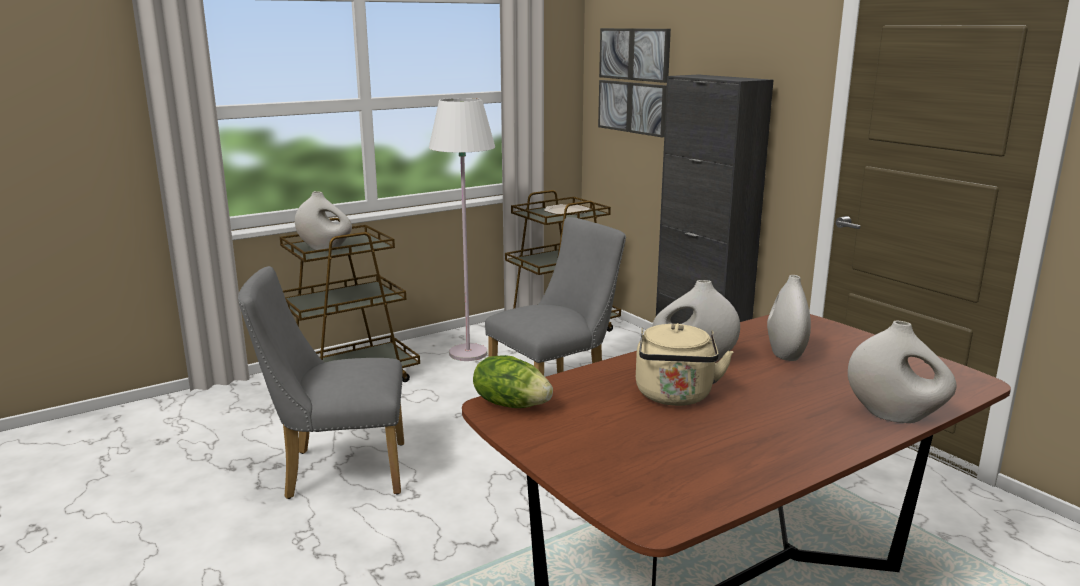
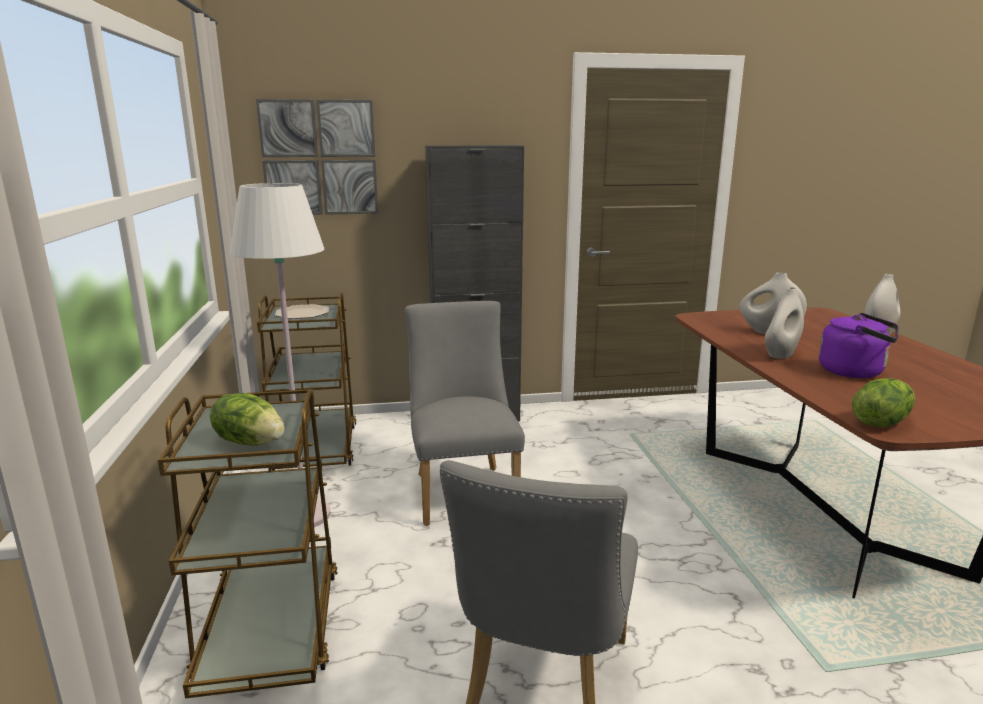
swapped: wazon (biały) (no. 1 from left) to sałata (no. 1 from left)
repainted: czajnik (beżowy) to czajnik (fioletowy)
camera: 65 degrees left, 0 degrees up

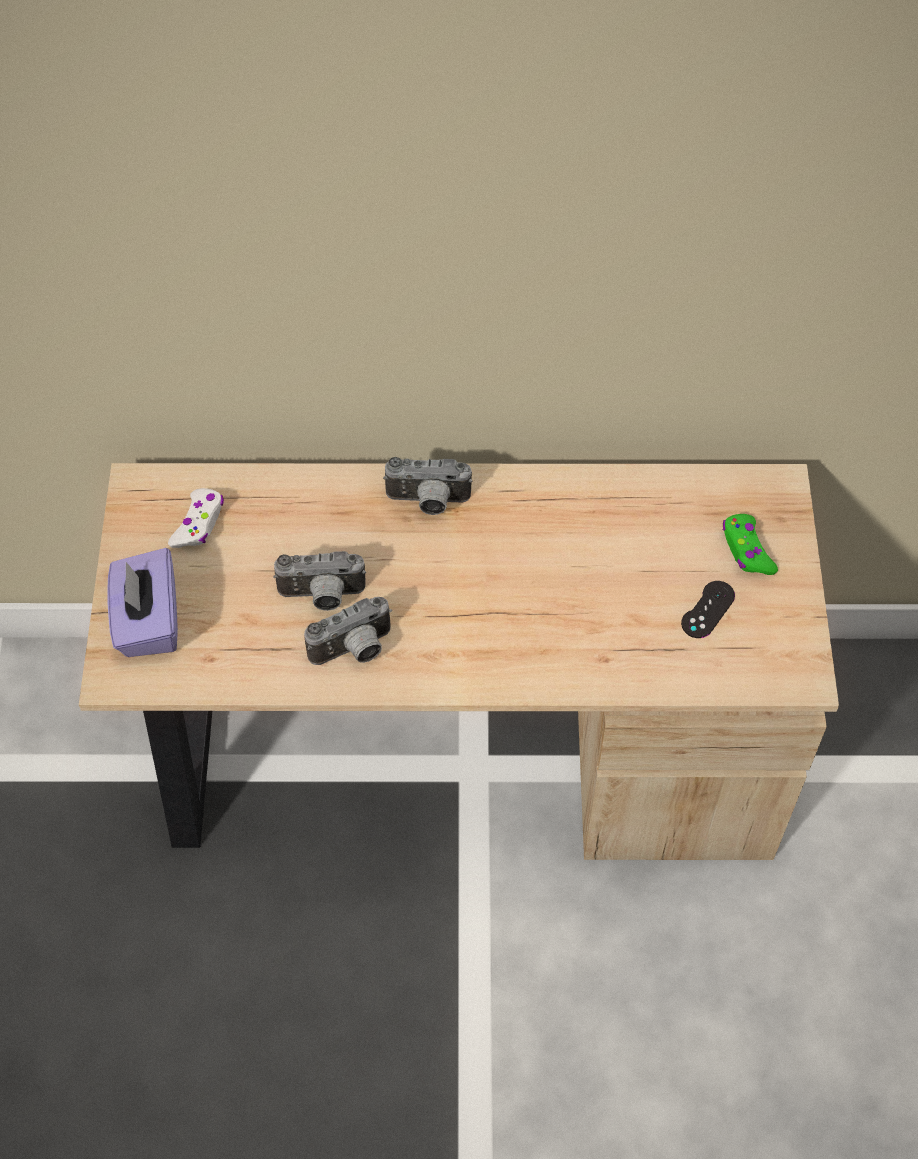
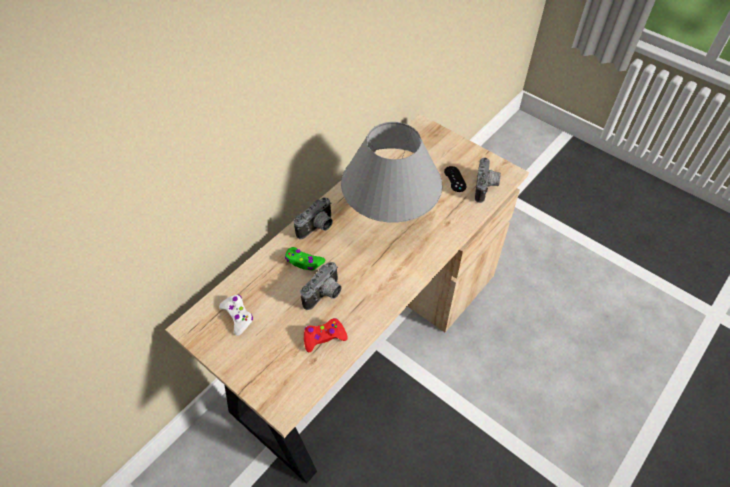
gone: pudełko chusteczek (fioletowy)
new: pad do gier (czerwony); lampa stołowa (szary)
shifted: aparat fotograficzny (no. 2 from left in the first image) to aparat fotograficzny (no. 3 from left); pad do gier (zielony)
camera: 50 degrees left, 5 degrees down

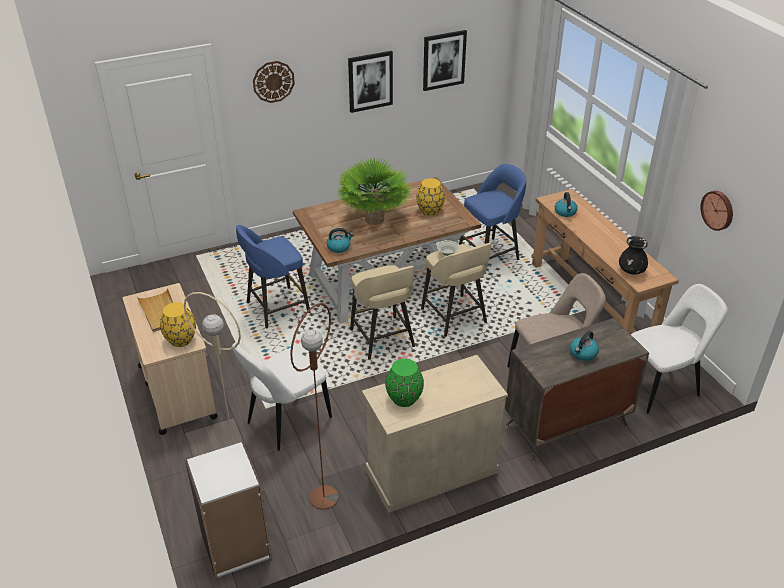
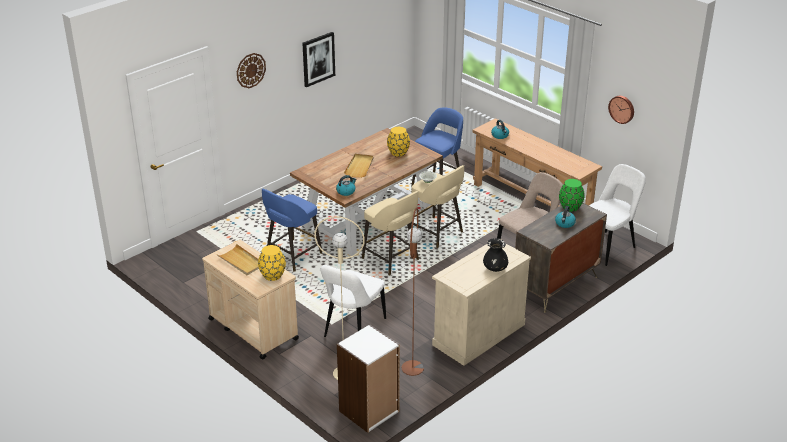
gone: obraz (no. 2 from left)
shifted: wazon (zielony); wazon (czarny)
swapped: roślina doniczkowa to taca (beżowy) (no. 2 from left)
camera: 20 degrees left, 5 degrees down

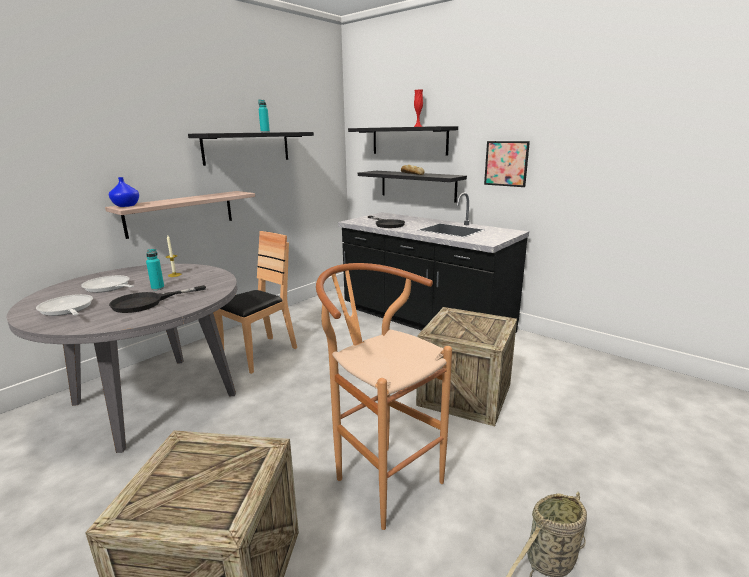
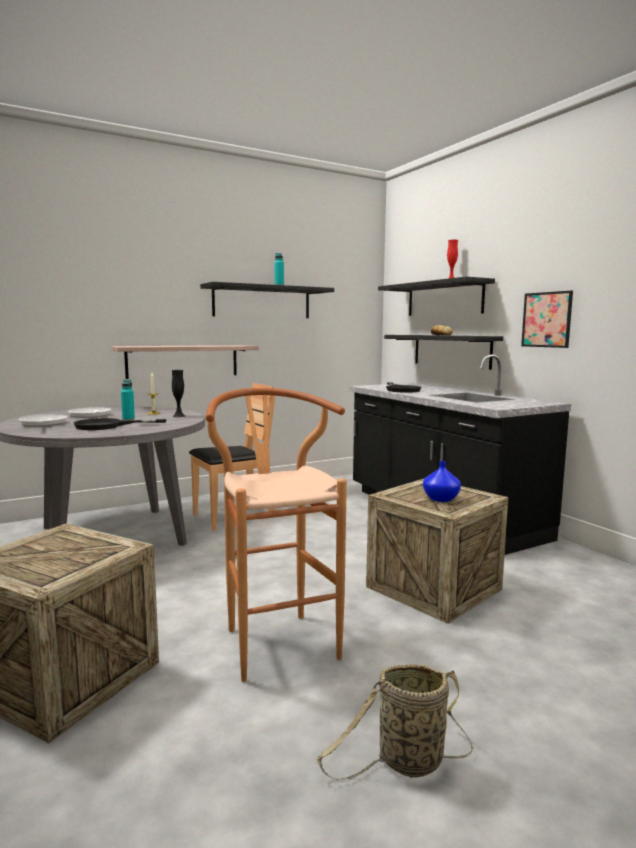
new: wazon (czarny)
shifted: wazon (niebieski)
camera: 20 degrees right, 10 degrees down

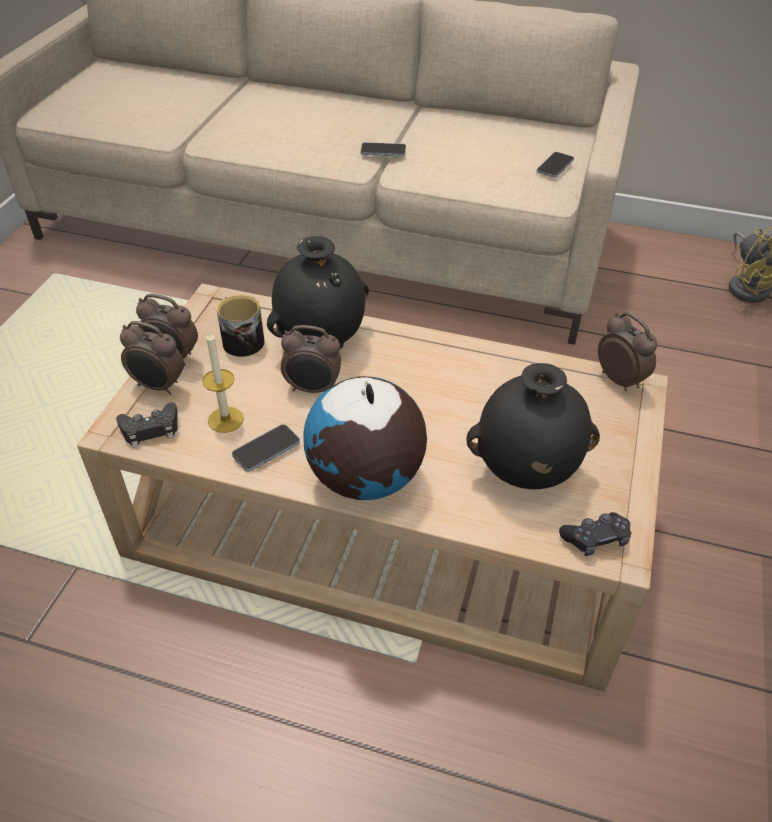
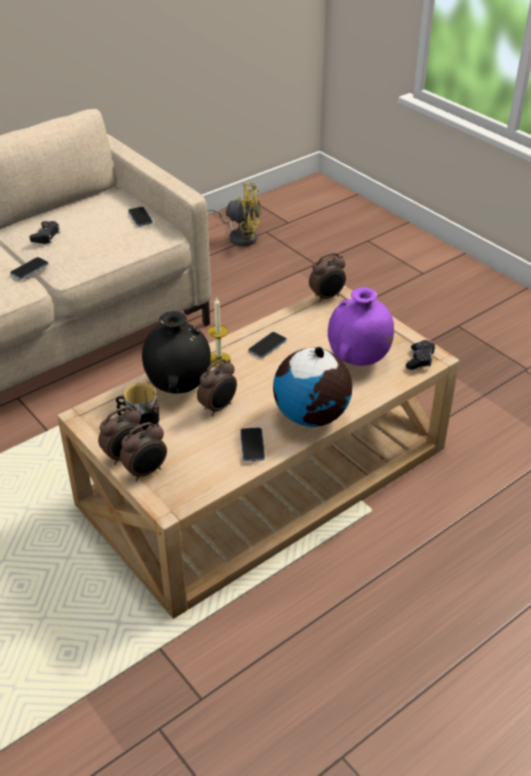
new: telefon (no. 4 from left)
shifted: pad do gier (czarny) (no. 1 from left); świeca
repainted: wazon (czarny) (no. 2 from left) to wazon (fioletowy)
rotated: budzik (no. 4 from left) 150 degrees clockwise
camera: 55 degrees left, 5 degrees down

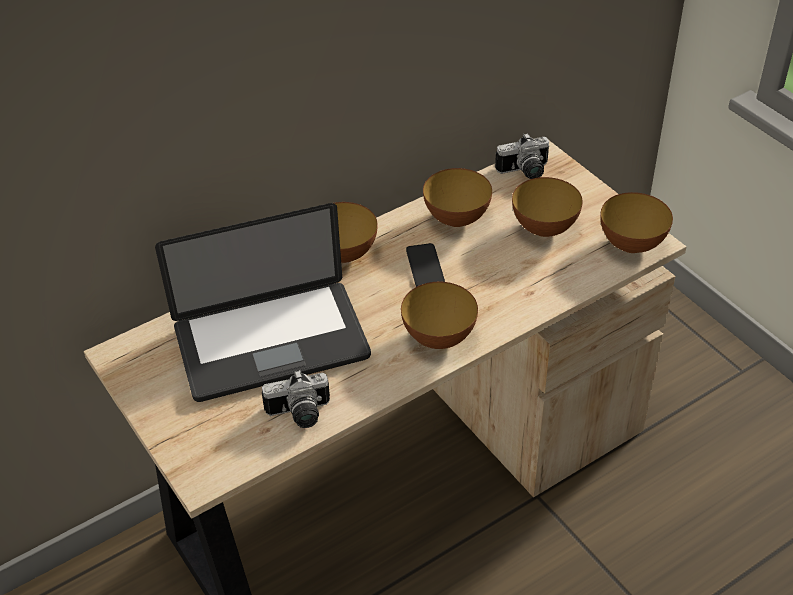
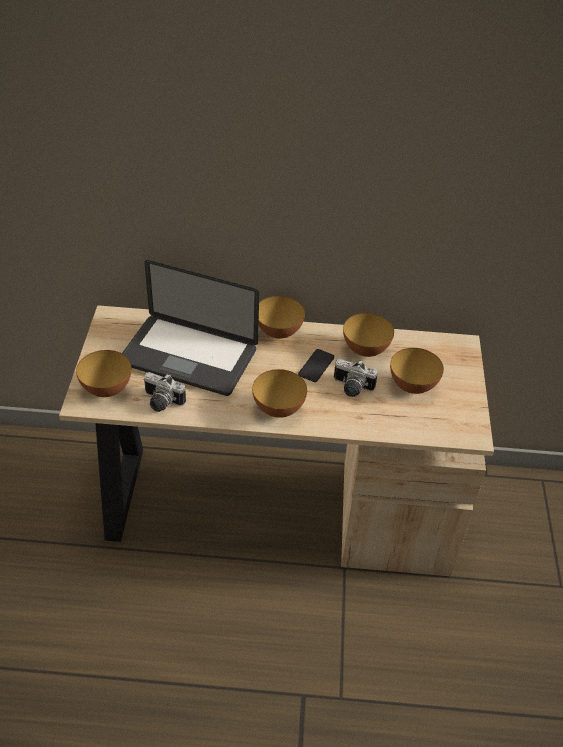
shifted: aparat fotograficzny (no. 2 from left); miska (no. 5 from left in the first image) to miska (no. 1 from left)
camera: 35 degrees right, 0 degrees up

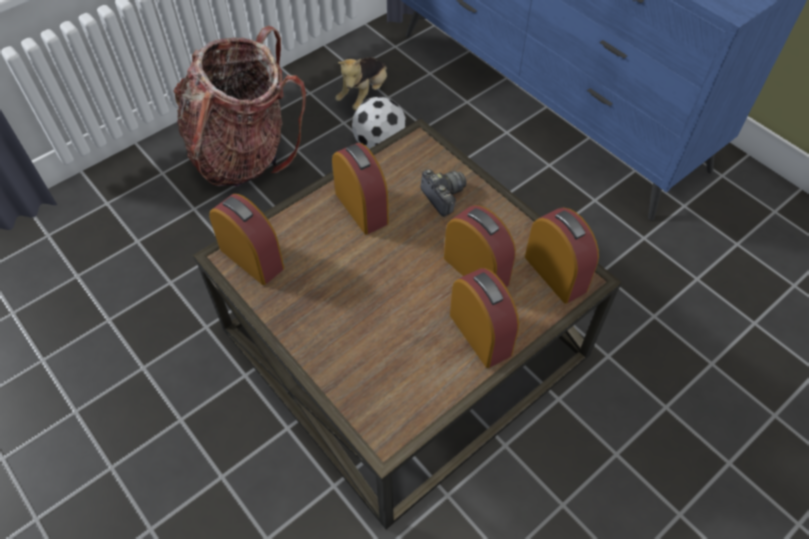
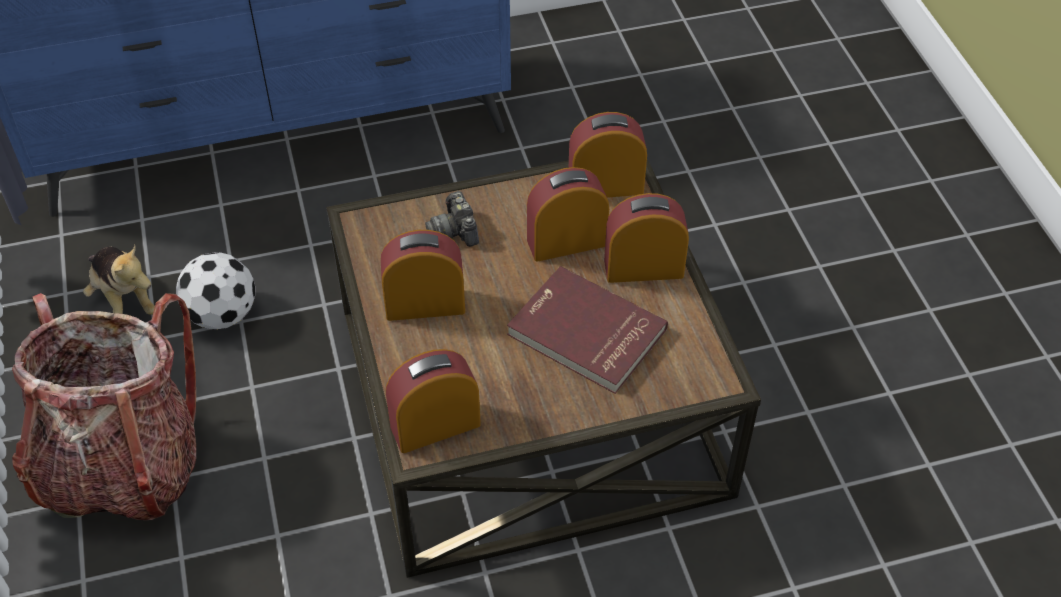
new: książka (czerwony)
rotated: aparat fotograficzny 105 degrees counterclockwise
camera: 65 degrees left, 5 degrees down

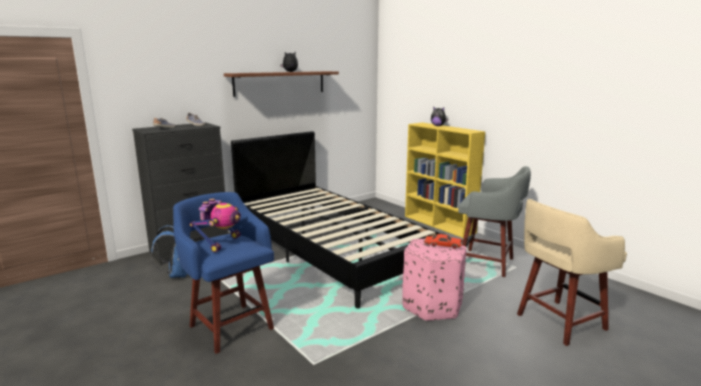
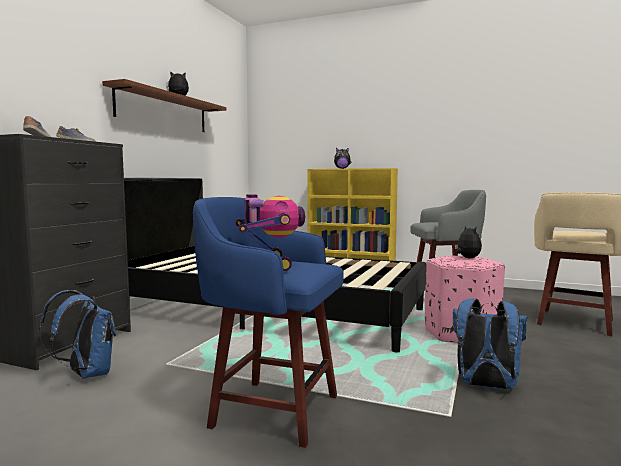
new: plecak (niebieski) (no. 2 from left)
swapped: samochodzik (czerwony) to pluszak (no. 3 from left)
camera: 30 degrees left, 10 degrees down

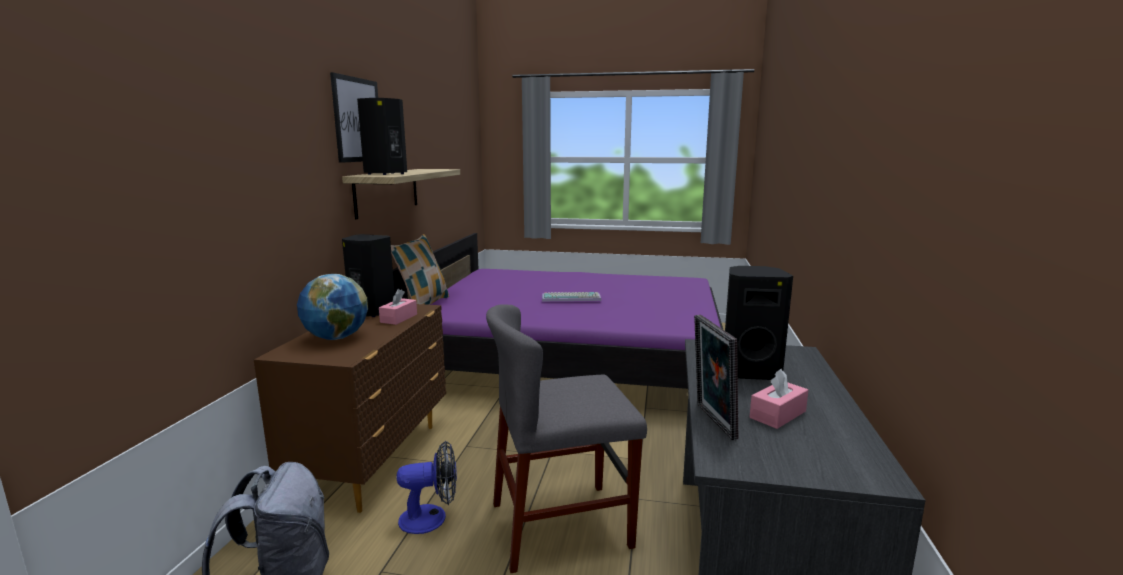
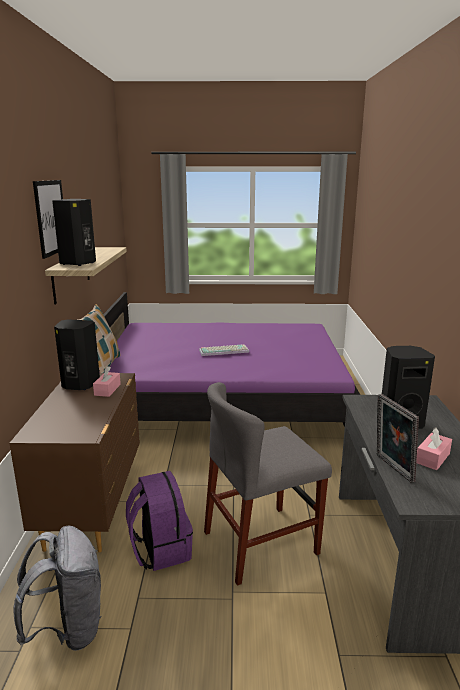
gone: globus
swapped: wentylator to plecak (fioletowy)
camera: 10 degrees left, 5 degrees up

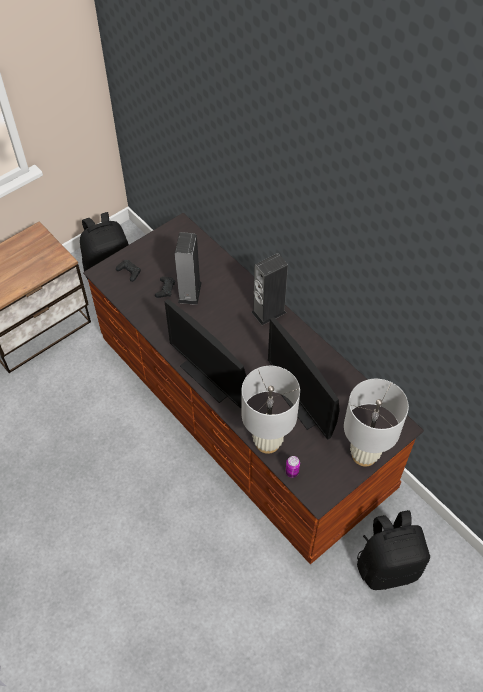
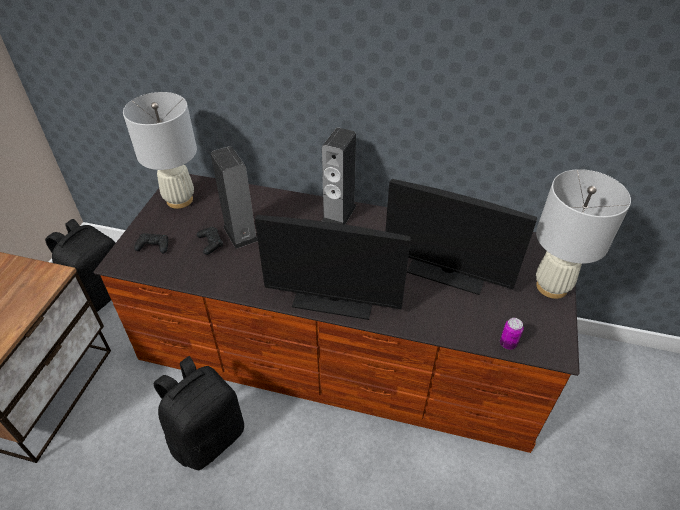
shifted: lampa stołowa (biały) (no. 1 from left); plecak (czarny) (no. 2 from left)
camera: 35 degrees left, 10 degrees down

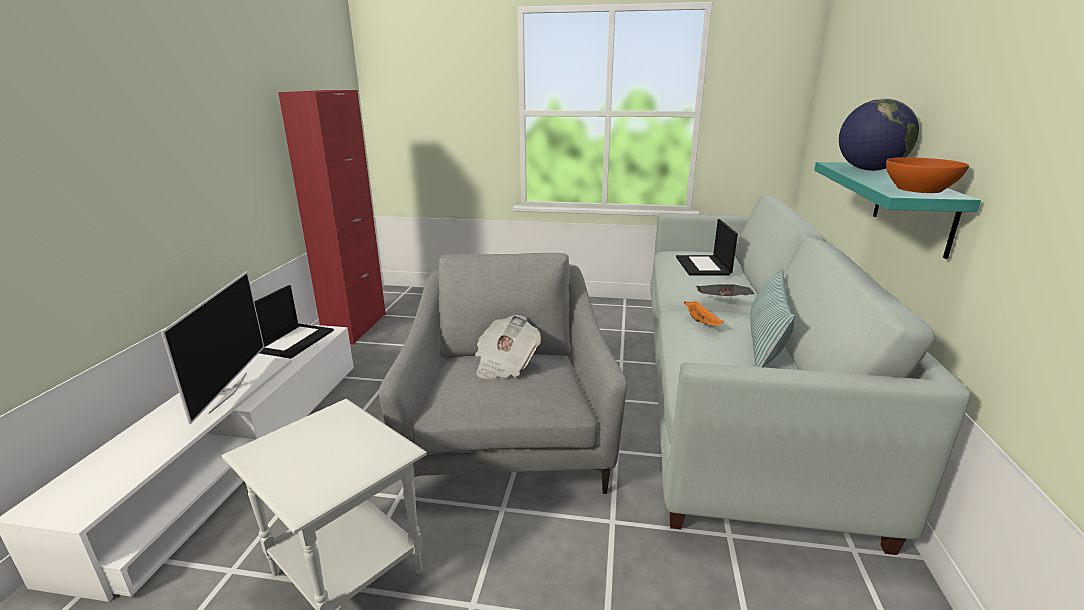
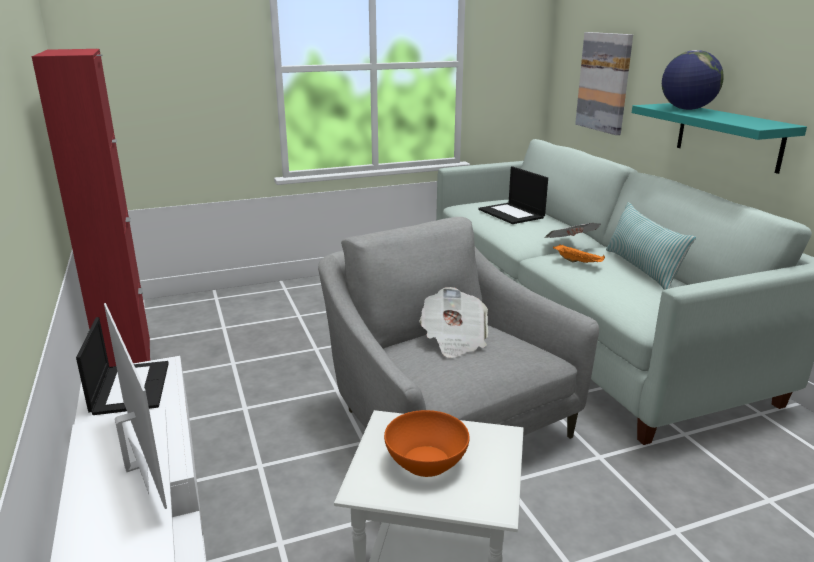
new: obraz
shifted: miska (pomarańczowy)
camera: 30 degrees left, 0 degrees up

